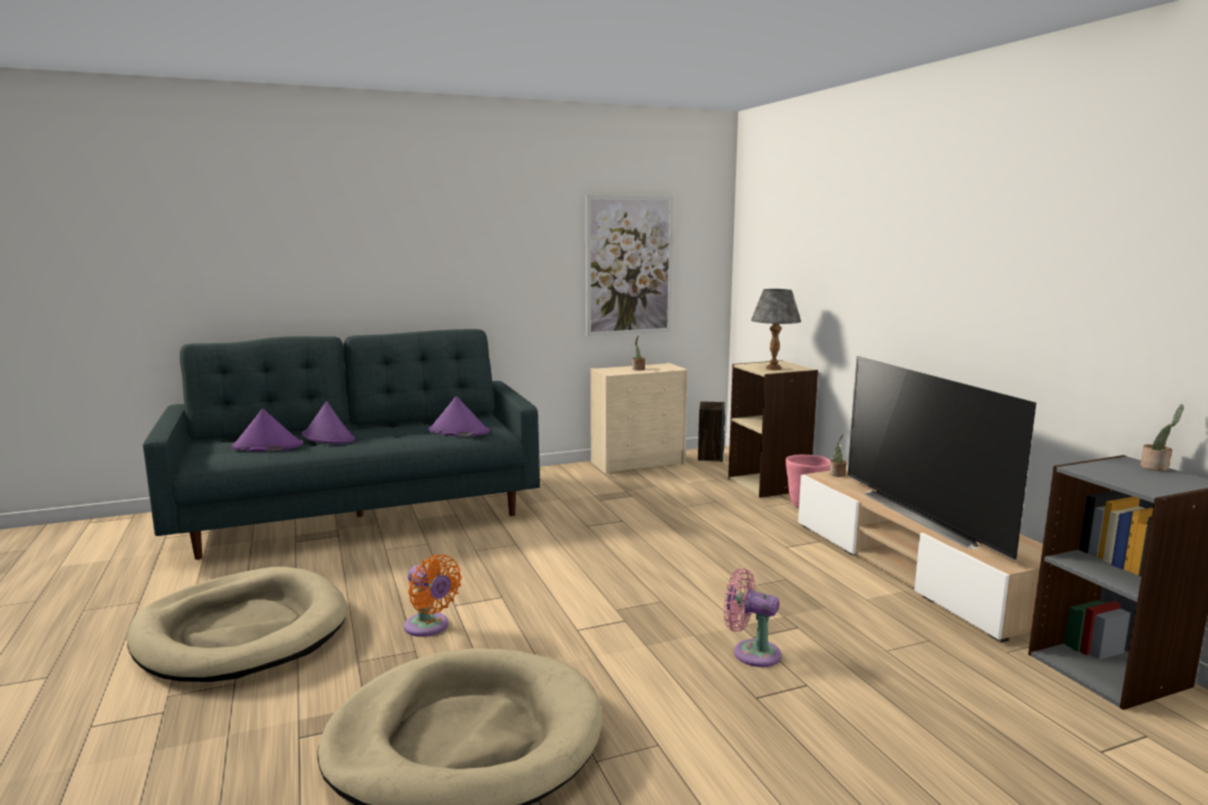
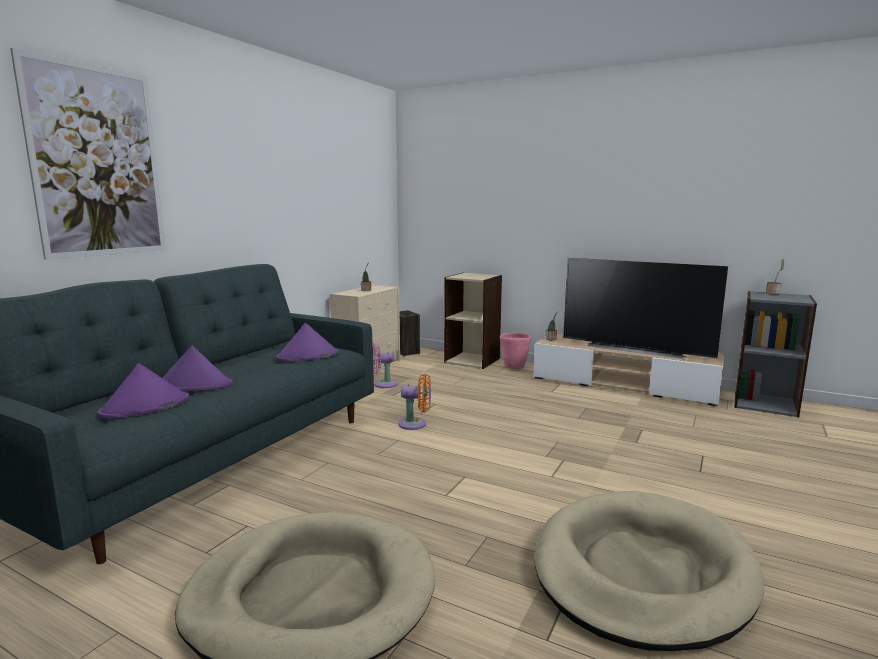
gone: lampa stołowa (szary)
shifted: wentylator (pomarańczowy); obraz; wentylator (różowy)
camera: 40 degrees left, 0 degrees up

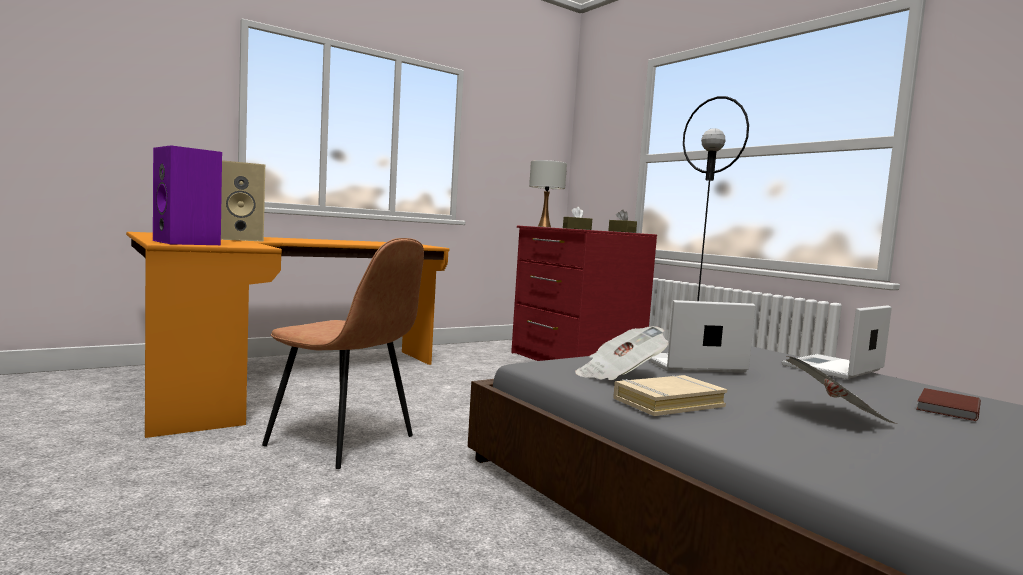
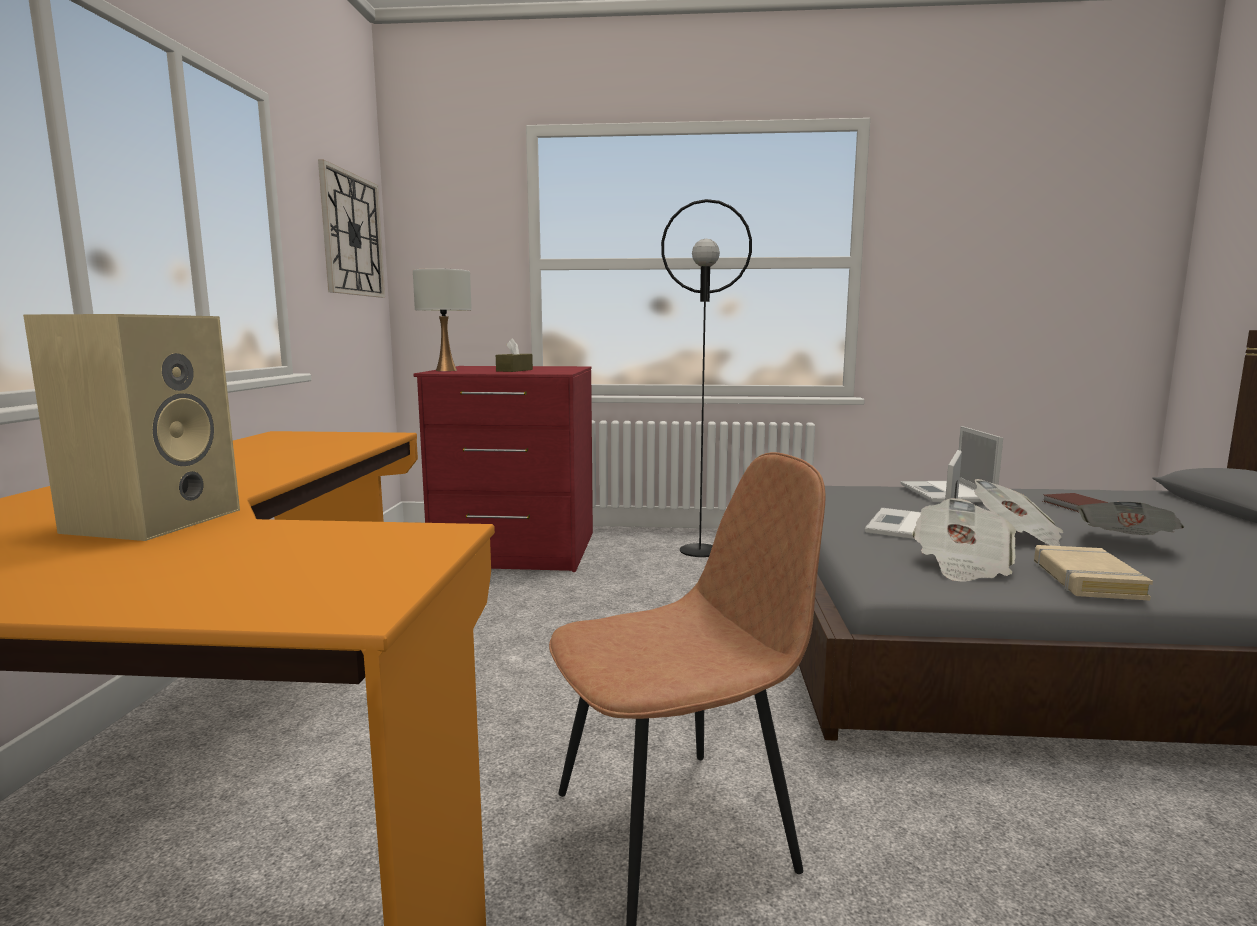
gone: głośnik (fioletowy); pudełko chusteczek (brązowy) (no. 2 from left)
new: zegar ścienny; gazeta (no. 2 from left)
camera: 50 degrees left, 5 degrees up

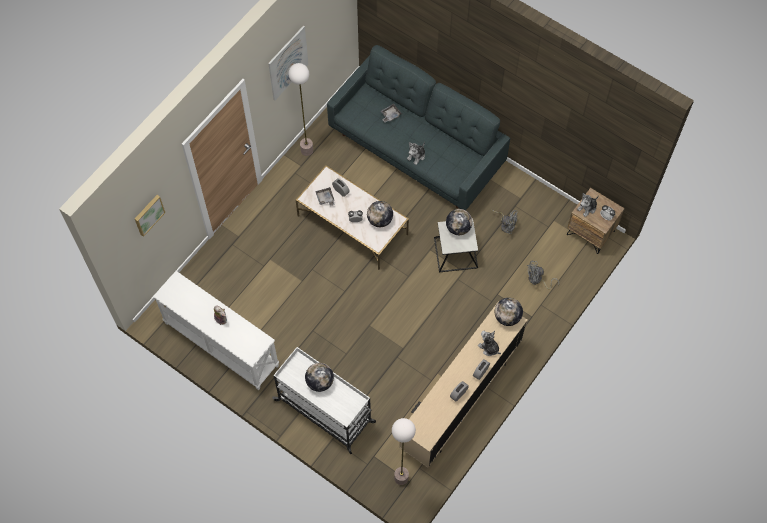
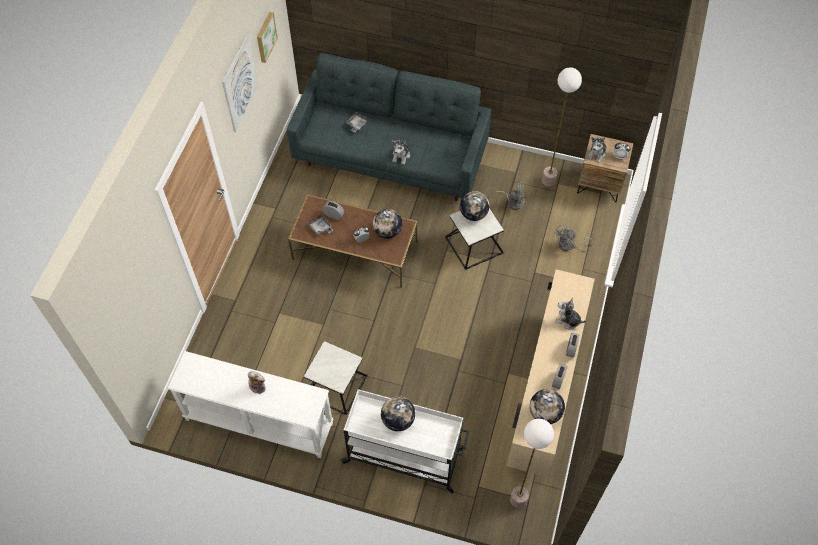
new: stolik (no. 1 from left)
shifted: obraz (no. 1 from left in the first image) to obraz (no. 2 from left); lampa stojąca (no. 1 from left in the first image) to lampa stojąca (no. 2 from left); globus (no. 4 from left)
repainted: ława (biały) to ława (brązowy)
camera: 20 degrees left, 5 degrees down

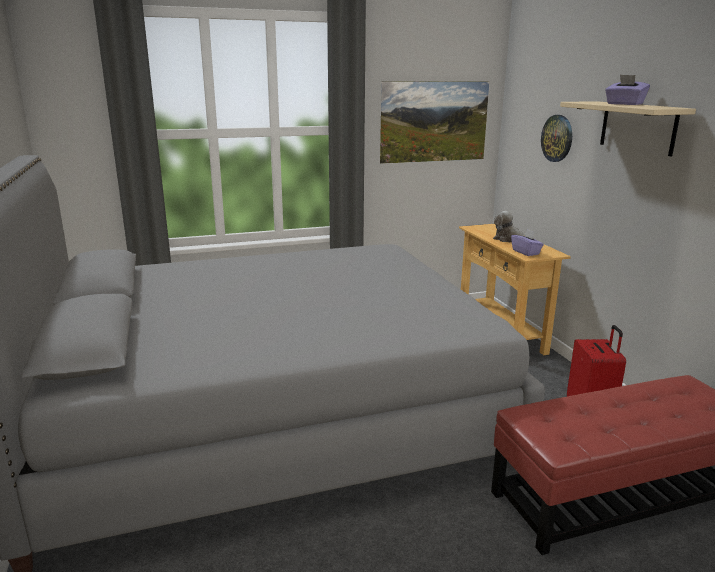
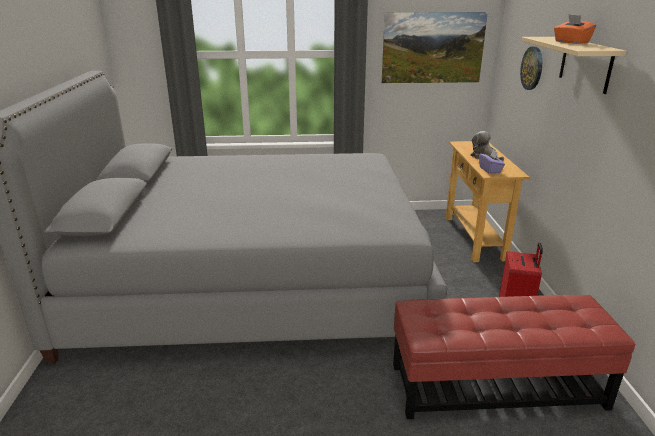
repainted: pudełko chusteczek (fioletowy) (no. 2 from left) to pudełko chusteczek (pomarańczowy)
camera: 15 degrees right, 5 degrees up

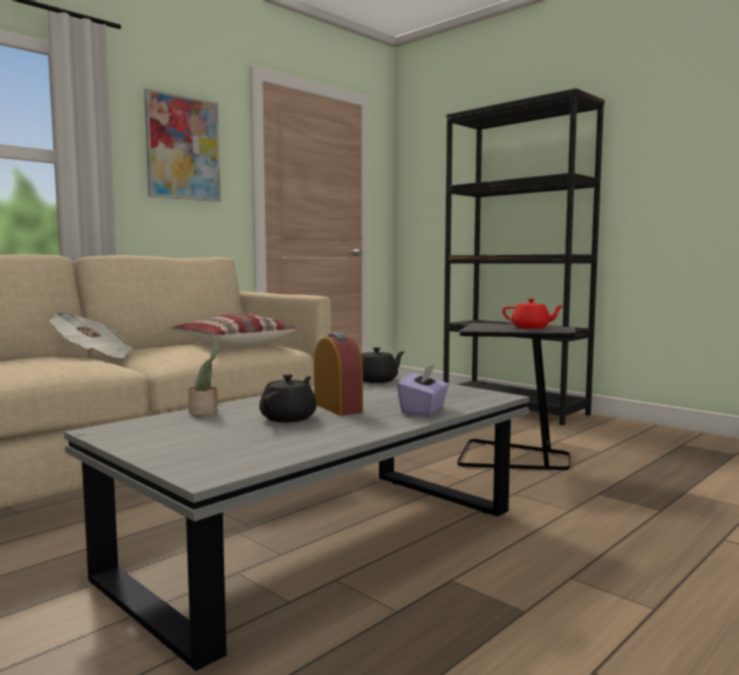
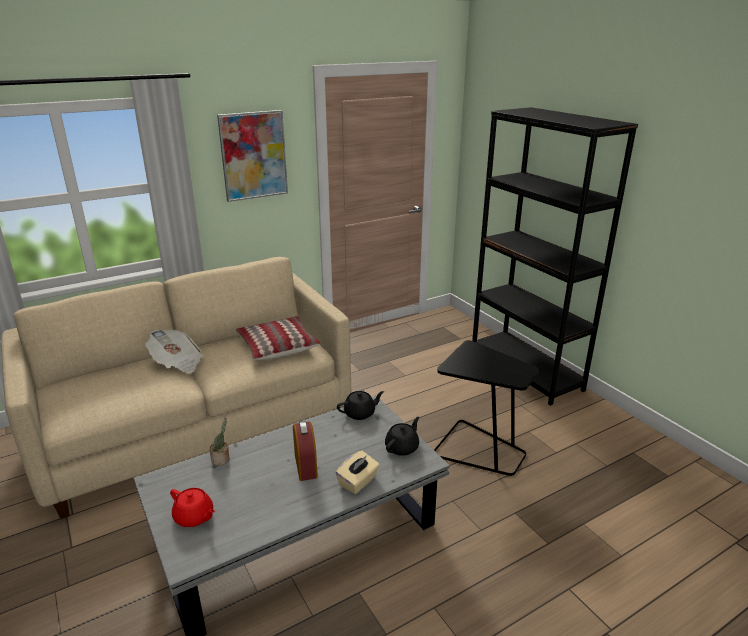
shifted: imbryk (czarny) (no. 1 from left in the first image) to imbryk (czarny) (no. 2 from left); imbryk (czerwony)
repainted: pudełko chusteczek (fioletowy) to pudełko chusteczek (beżowy)
camera: 15 degrees right, 20 degrees up

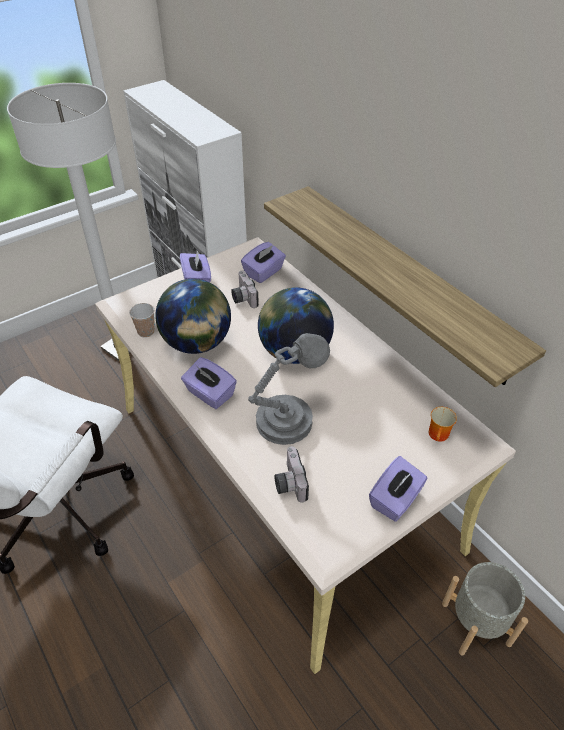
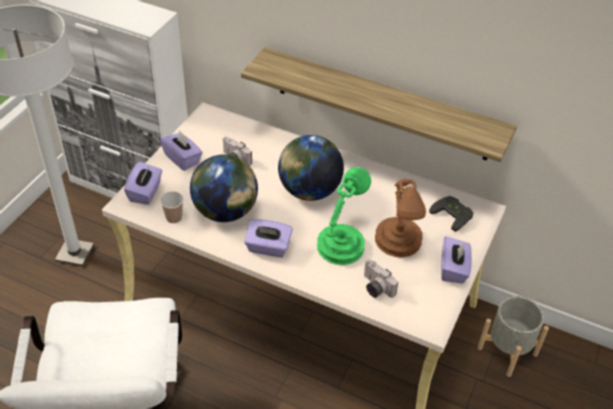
new: lampa stołowa (brązowy)
shifted: pudełko chusteczek (fioletowy) (no. 3 from left in the first image) to pudełko chusteczek (fioletowy) (no. 1 from left)
swapped: kubek to pad do gier (czarny)
repainted: lampa stołowa (szary) to lampa stołowa (zielony)
camera: 30 degrees left, 0 degrees up

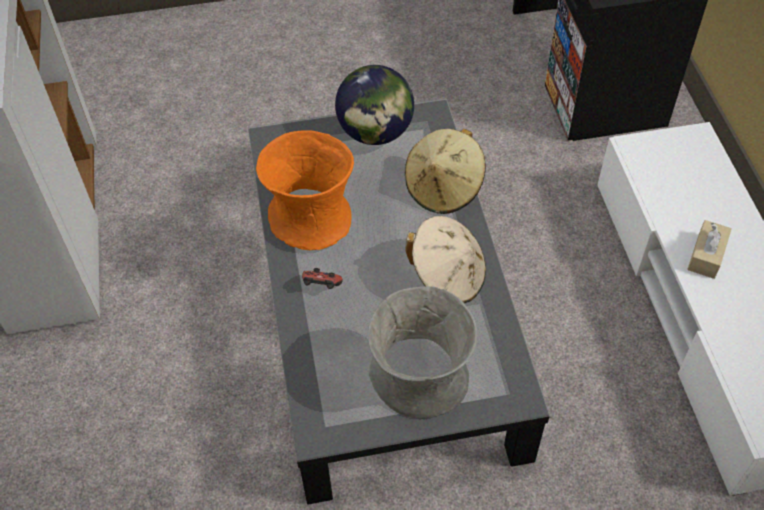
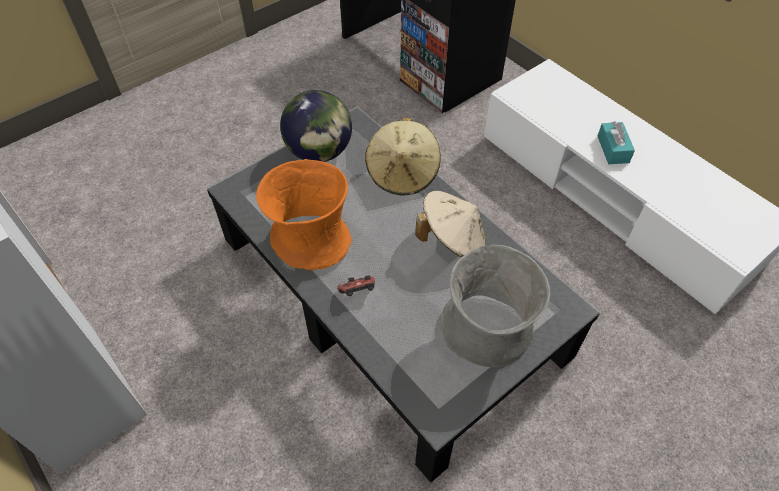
repainted: pudełko chusteczek (beżowy) to pudełko chusteczek (turkusowy)
camera: 30 degrees left, 0 degrees up

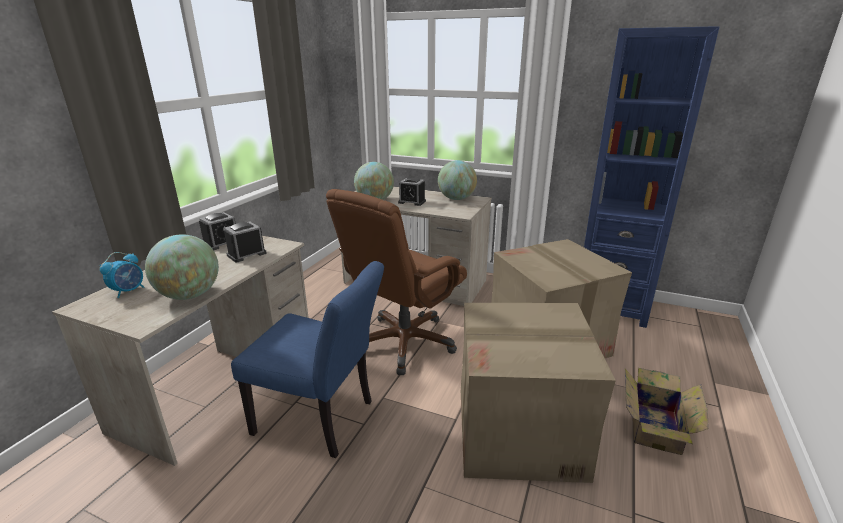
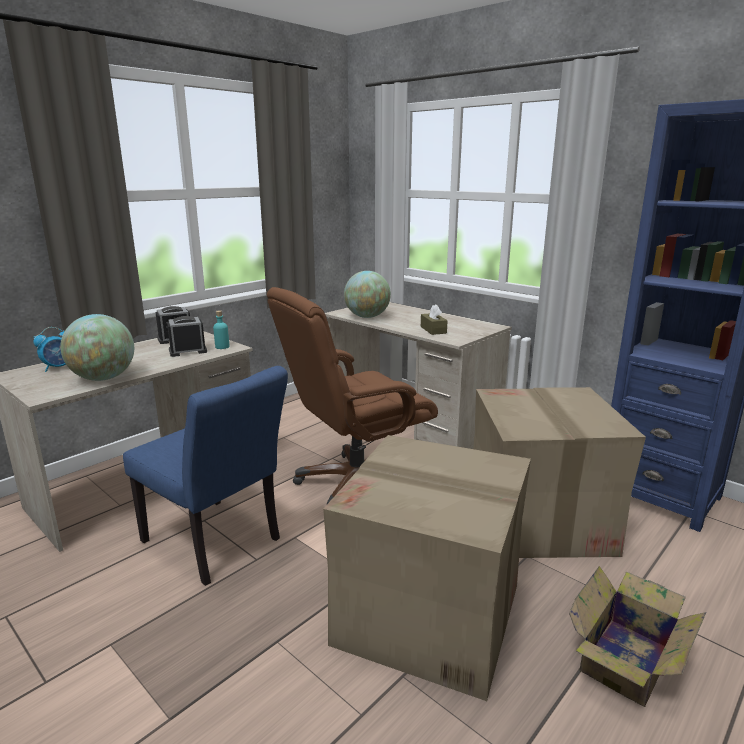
gone: budzik (no. 4 from left); globus (no. 3 from left)
new: butelka (turkusowy); pudełko chusteczek (brązowy)
camera: 20 degrees right, 5 degrees down

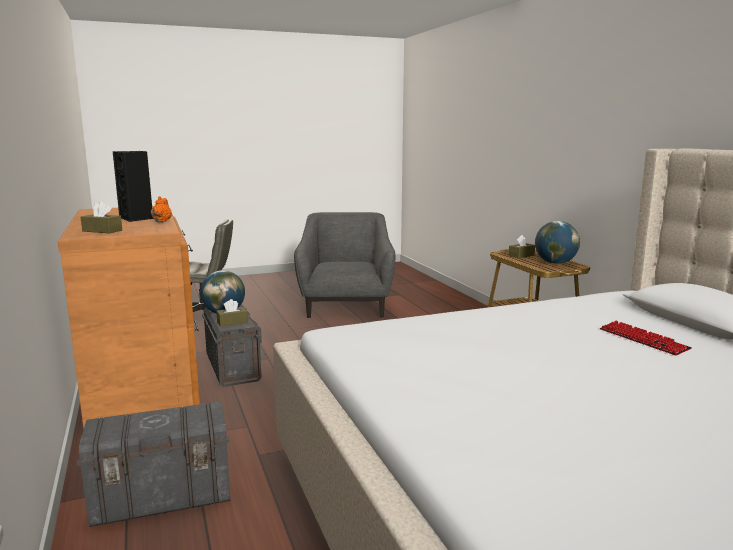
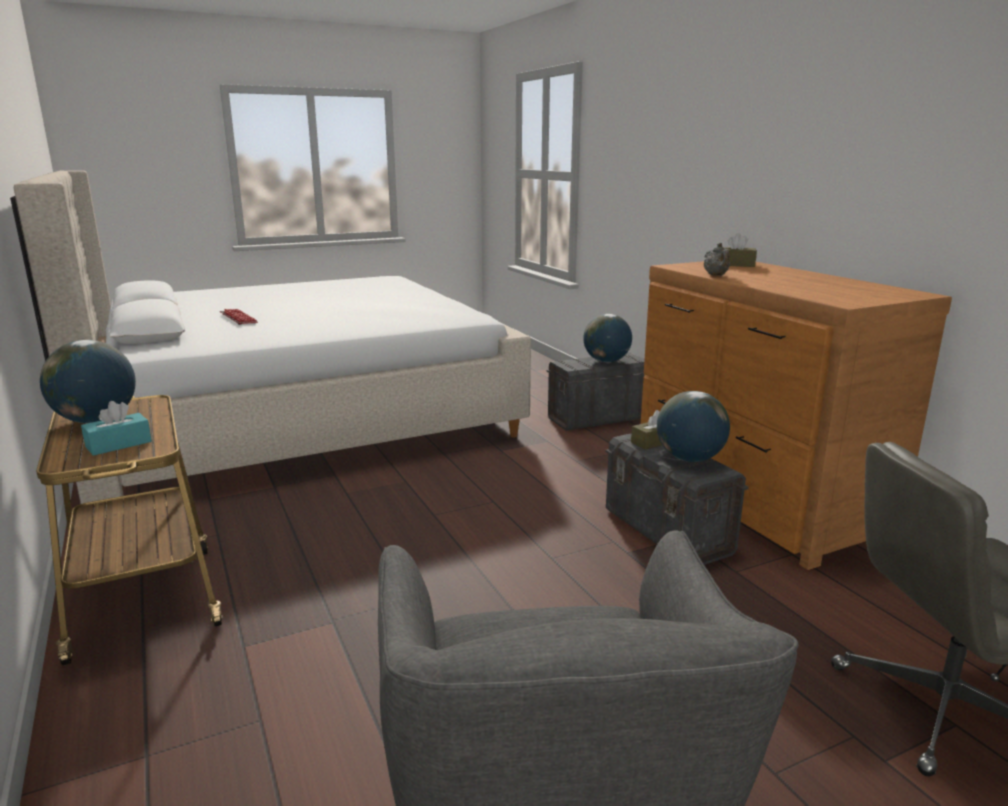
gone: głośnik (czarny)
new: globus (no. 2 from left)
repainted: imbryk (pomarańczowy) to imbryk (szary); pudełko chusteczek (brązowy) (no. 3 from left) to pudełko chusteczek (turkusowy)
camera: 175 degrees right, 5 degrees up

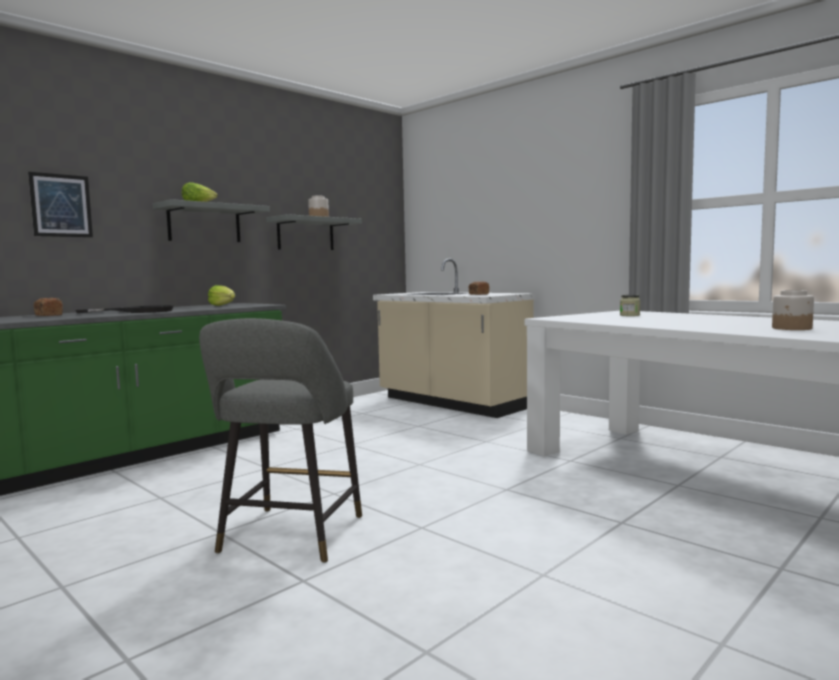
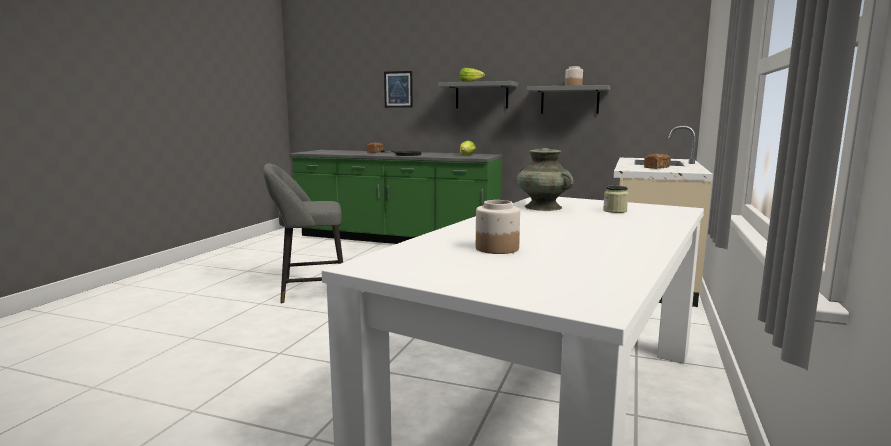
new: wazon (turkusowy)
camera: 65 degrees right, 5 degrees up

